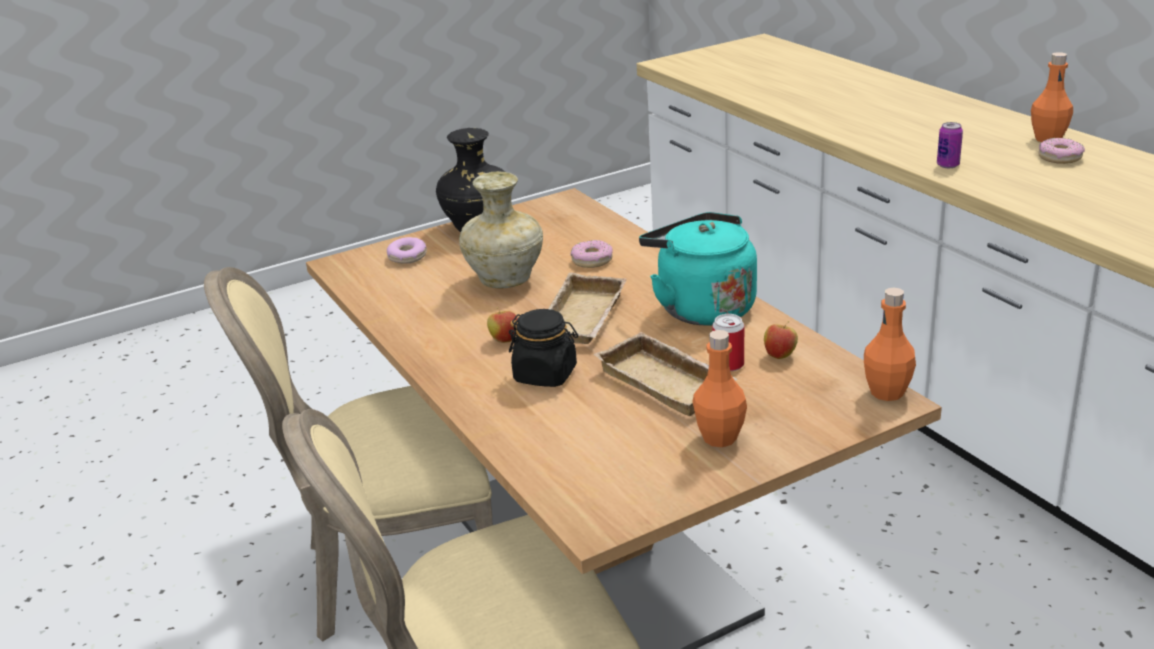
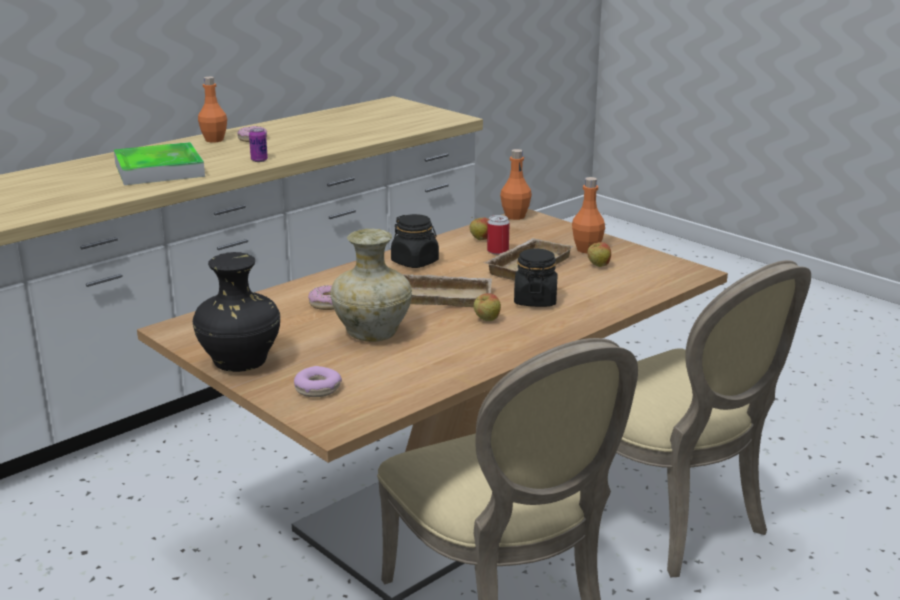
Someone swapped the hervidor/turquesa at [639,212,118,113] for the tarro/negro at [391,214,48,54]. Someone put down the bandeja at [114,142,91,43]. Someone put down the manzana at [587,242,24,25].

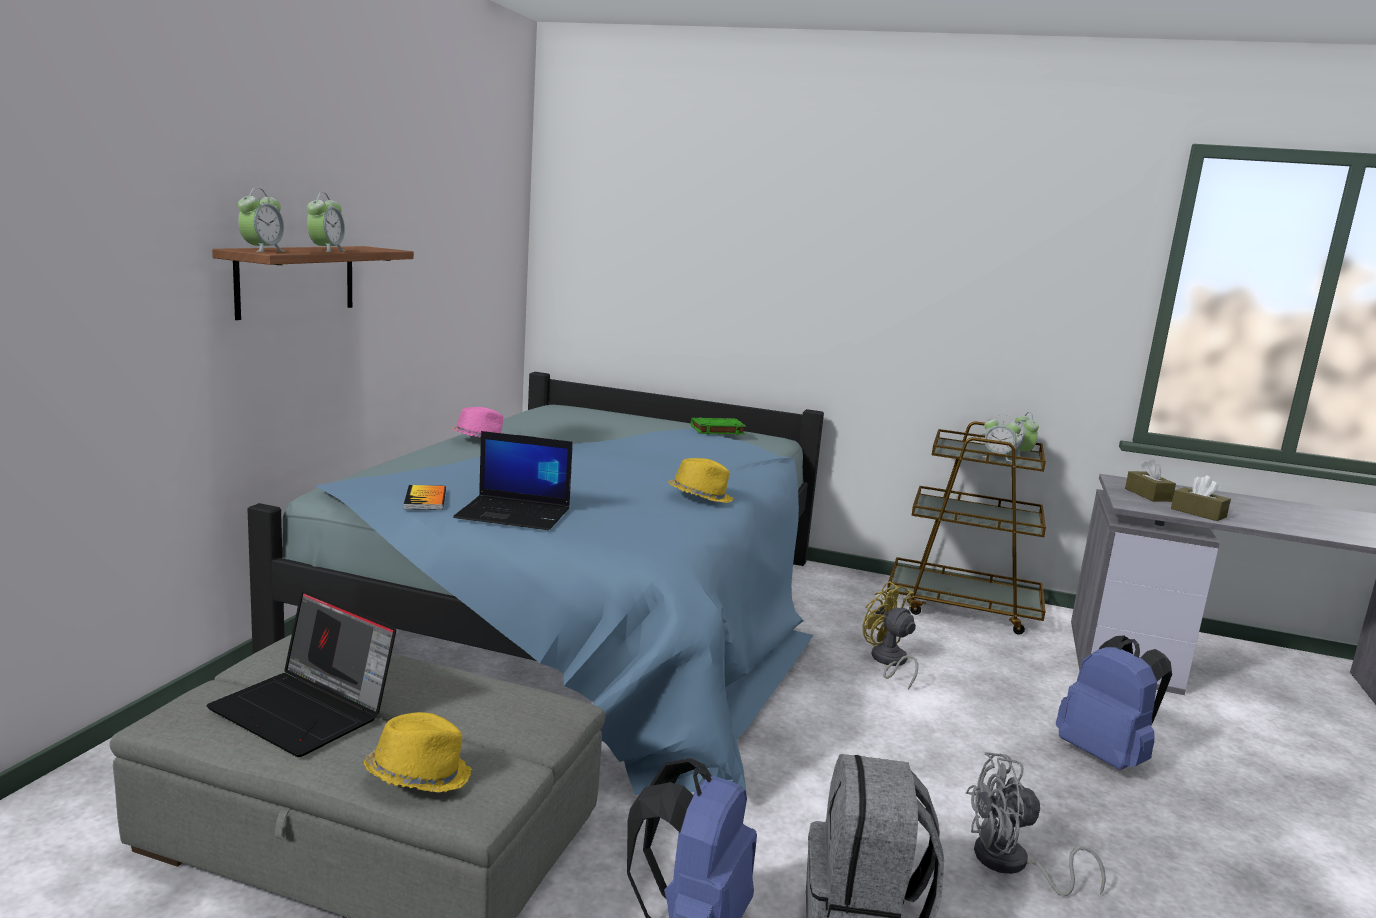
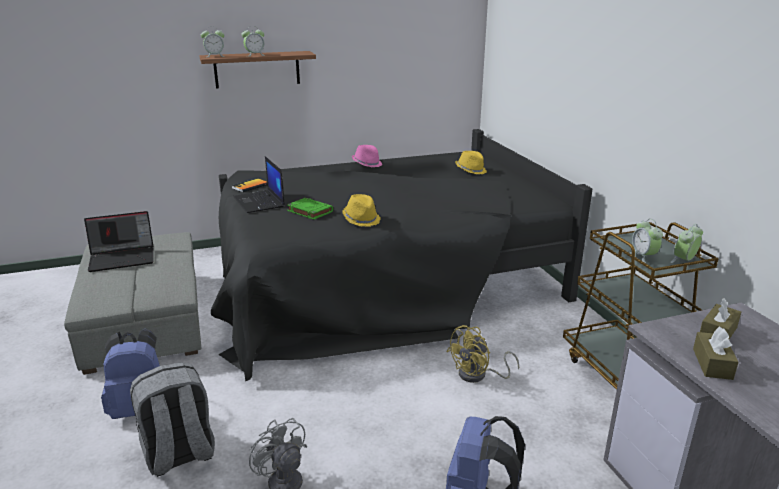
Someone rotated the portátil at [206,590,190,167] by 105 degrees counterclockwise. Someone repainted the cama/azul at [247,372,577,423], which became the cama/negro at [211,129,381,252]. Someone carried the sombrero/amarillo from [364,712,108,80] to [455,151,32,23]. Someone carried the libro/verde from [691,417,55,18] to [287,198,46,22]. Someone rotated the ventilador/amarillo at [863,581,55,109] by 150 degrees counterclockwise.

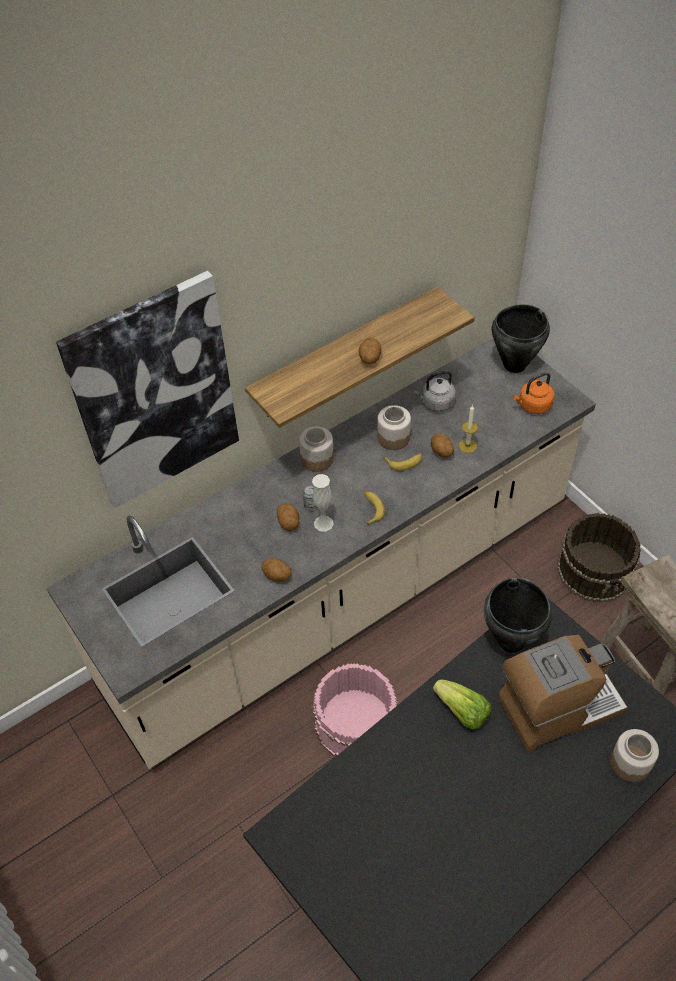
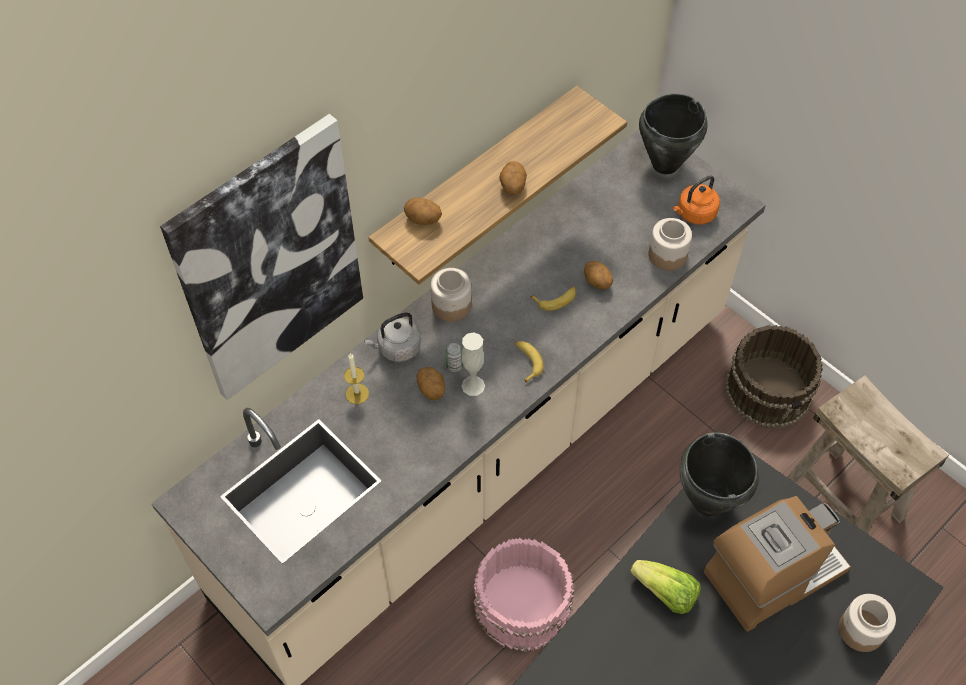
Someone carried the patata from [261,558,31,23] to [404,198,38,27]. Someone carried the tarro from [377,405,34,45] to [648,218,44,53]. Someone carried the hervidor/gris from [413,371,43,41] to [364,313,57,49]. Someone carried the vela from [459,405,19,48] to [344,353,25,51].

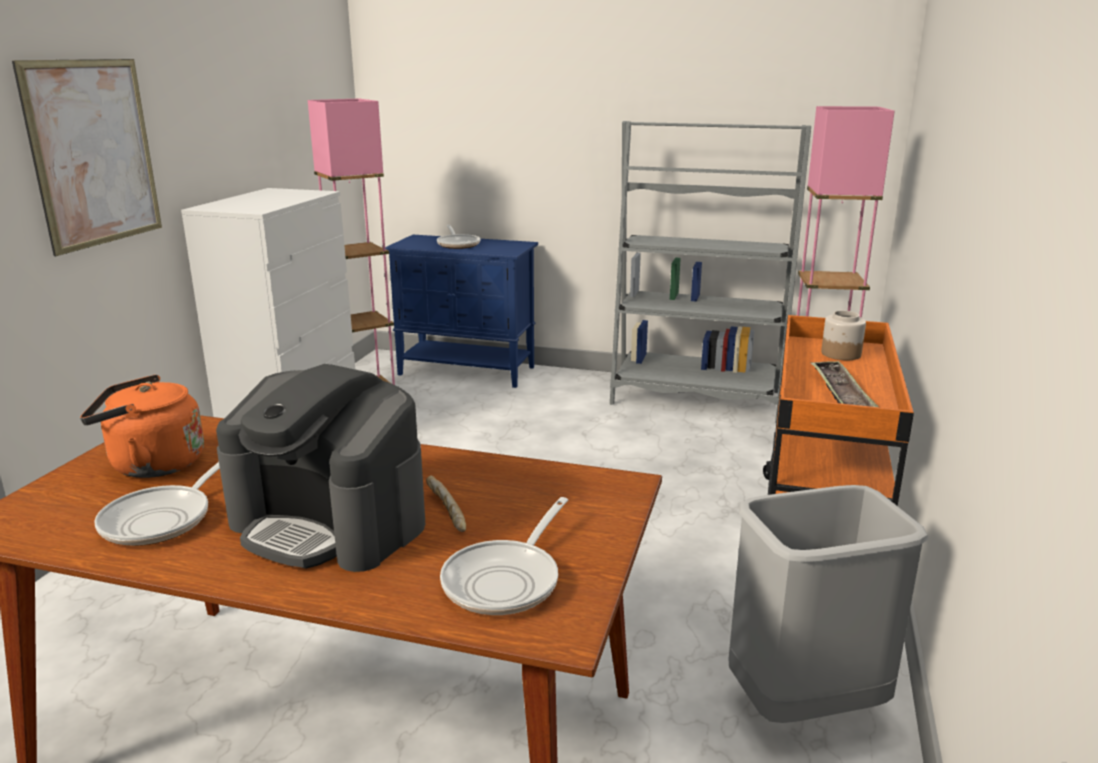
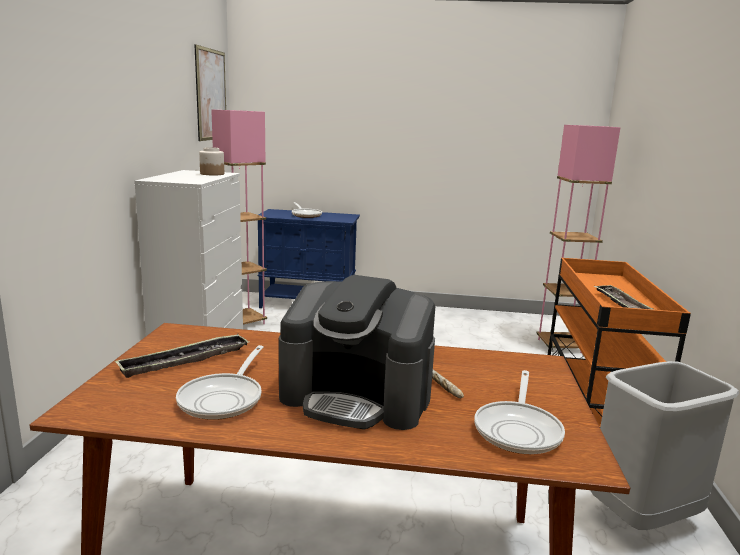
Someone carried the cuadro from [12,59,150,197] to [194,44,32,97]. Someone swapped the hervidor/naranja at [80,375,124,103] for the bandeja at [115,334,135,44]. Someone took away the estantería/gris at [610,121,201,301]. Someone carried the tarro from [821,311,45,49] to [199,147,25,28].

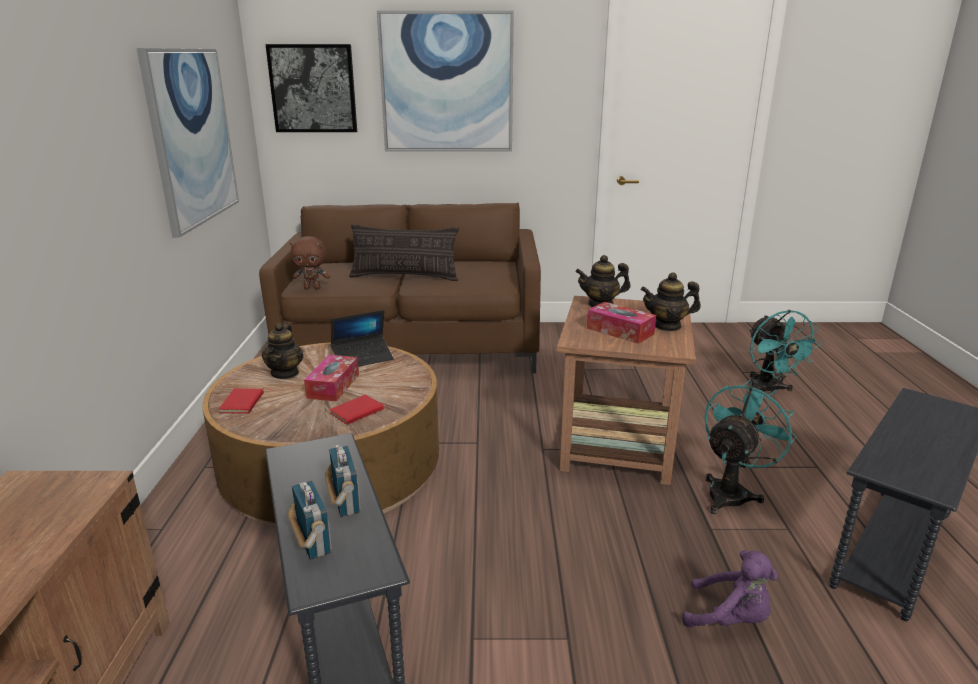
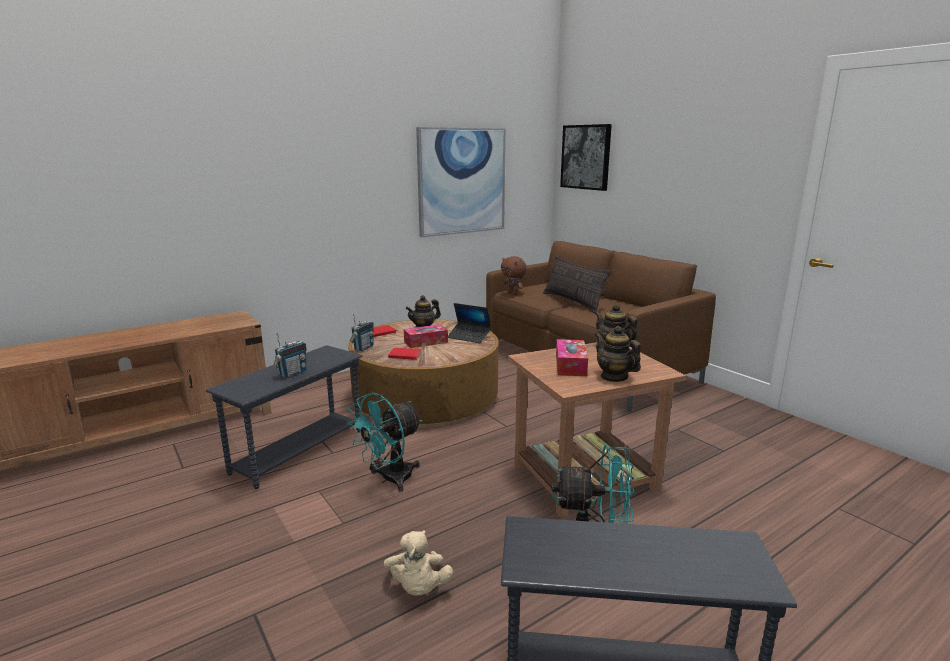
Someone carried the radio from [288,481,44,79] to [350,313,24,38]. Someone took away the cuadro at [377,11,137,141]. Someone repainted the peluche/morado at [682,550,96,77], which became the peluche/beis at [384,530,69,65]. Someone carried the ventilador/turquesa from [749,310,73,84] to [347,393,75,99].

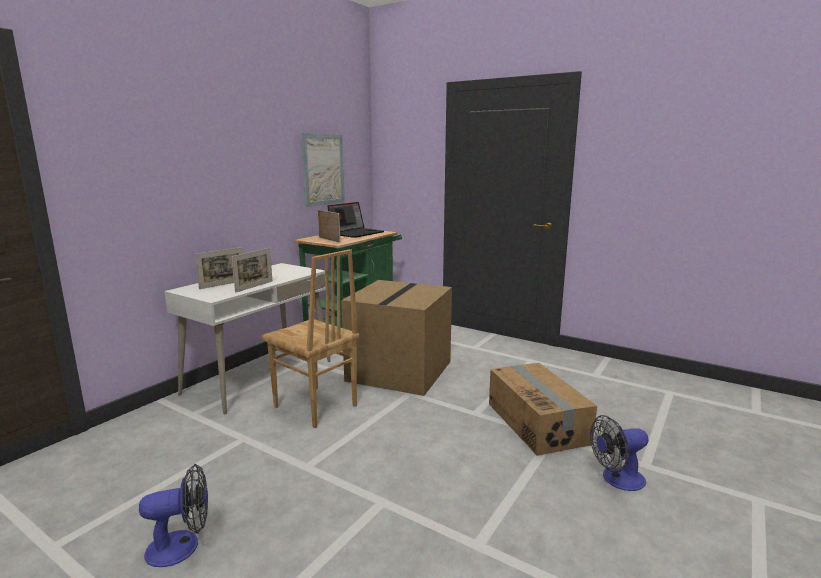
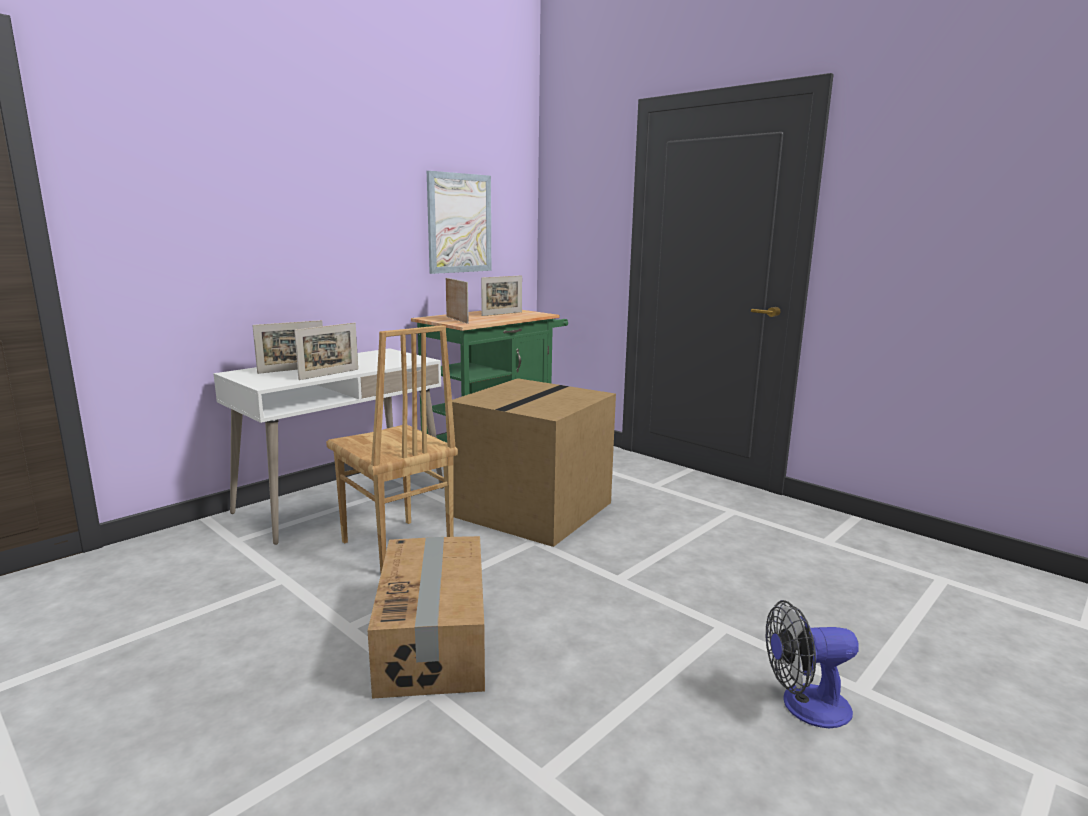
Someone took away the ventilador at [139,464,69,103]. Someone swapped the portátil at [327,202,57,36] for the portarretratos at [481,275,41,41]. Someone carried the caja de cartón from [489,363,108,93] to [368,536,117,163].

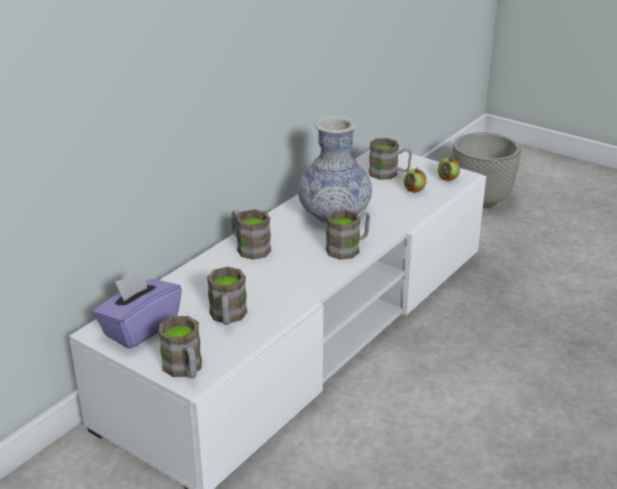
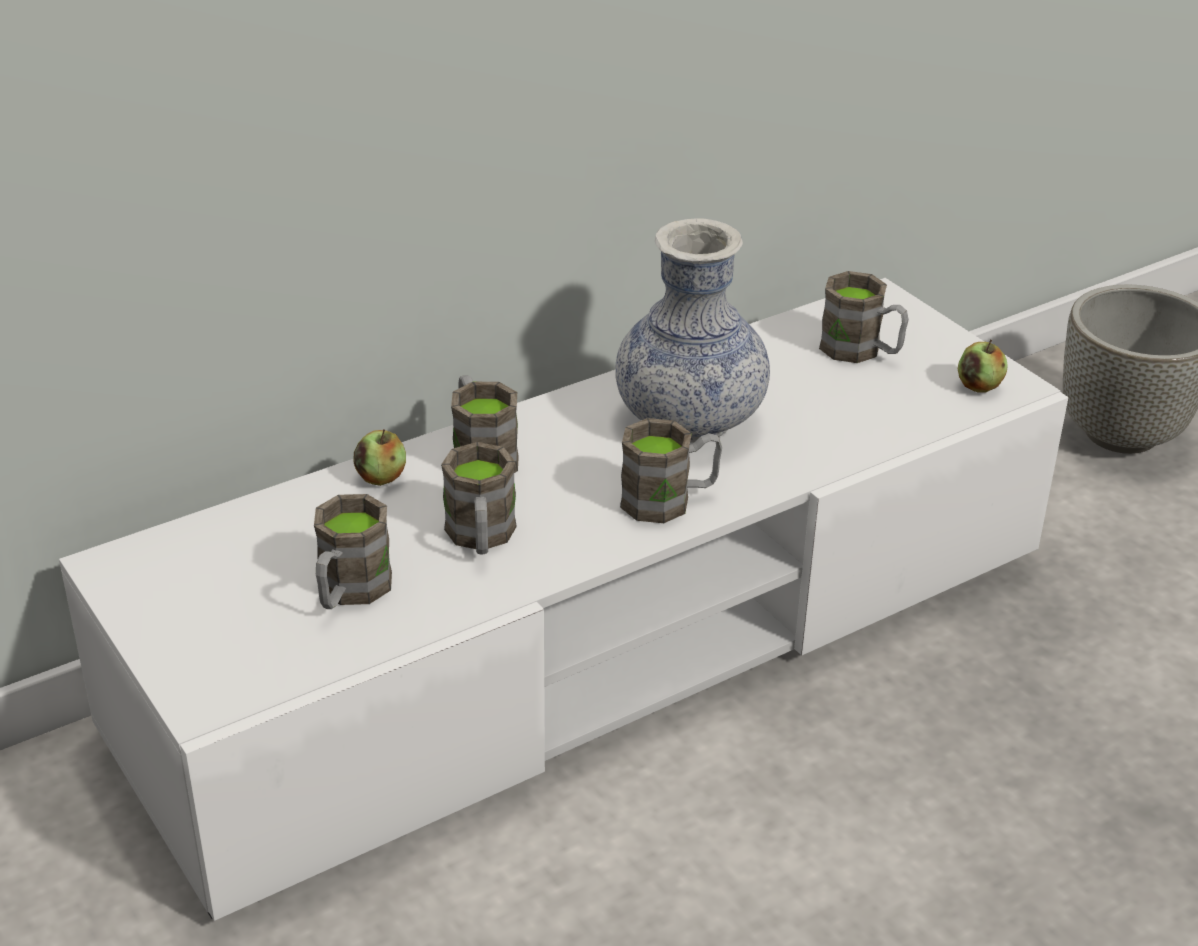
Someone took away the caja de pañuelos/morado at [93,268,89,81]. Someone carried the taza grande/marrón from [158,316,44,63] to [441,442,76,113]. Someone carried the manzana from [404,167,23,26] to [353,429,53,57].

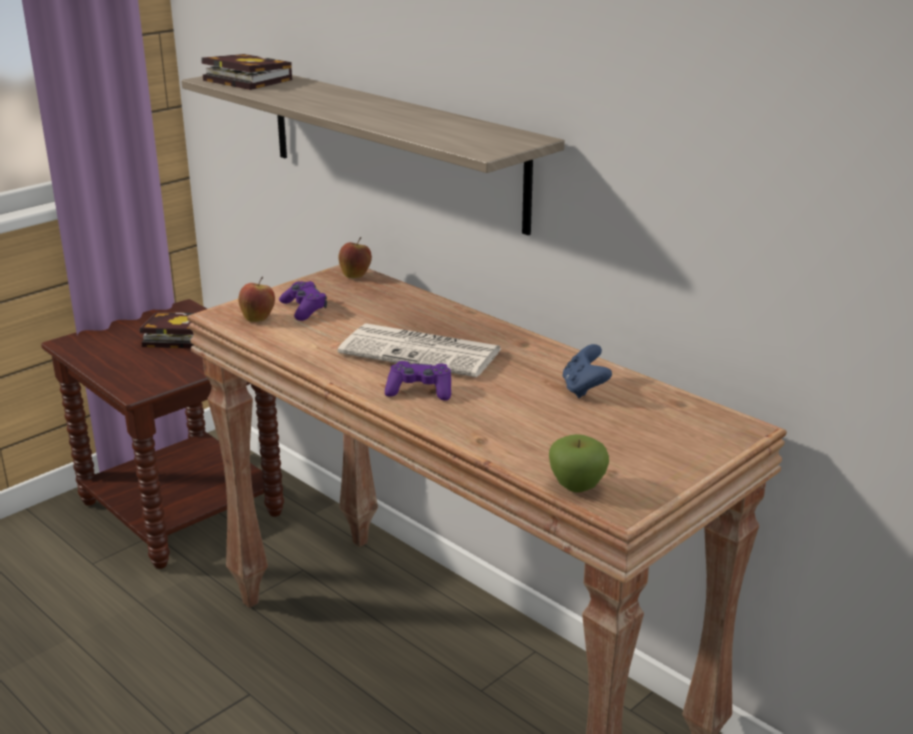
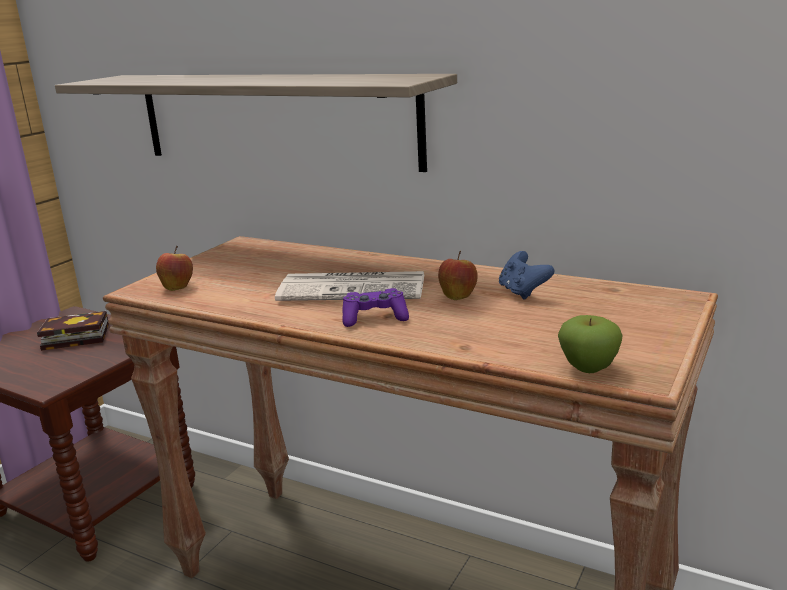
Someone took away the libro at [201,54,91,36]. Someone took away the mando de consola/morado at [279,281,48,40]. Someone carried the manzana from [338,237,34,41] to [438,251,40,49].

